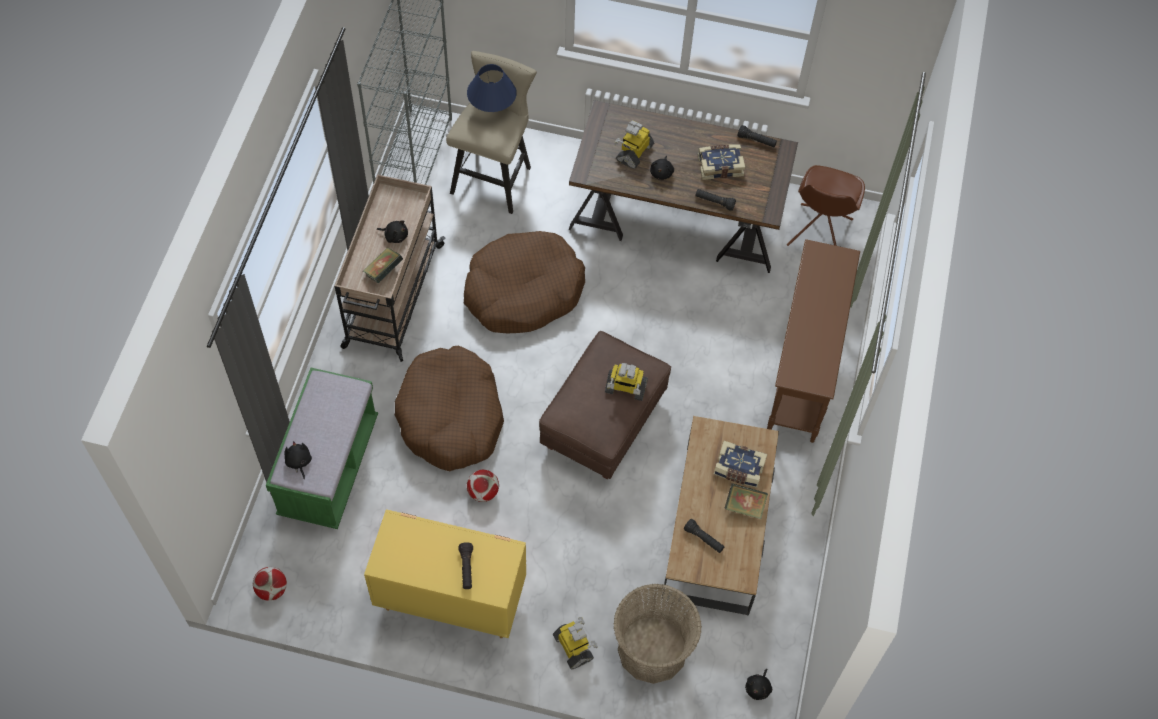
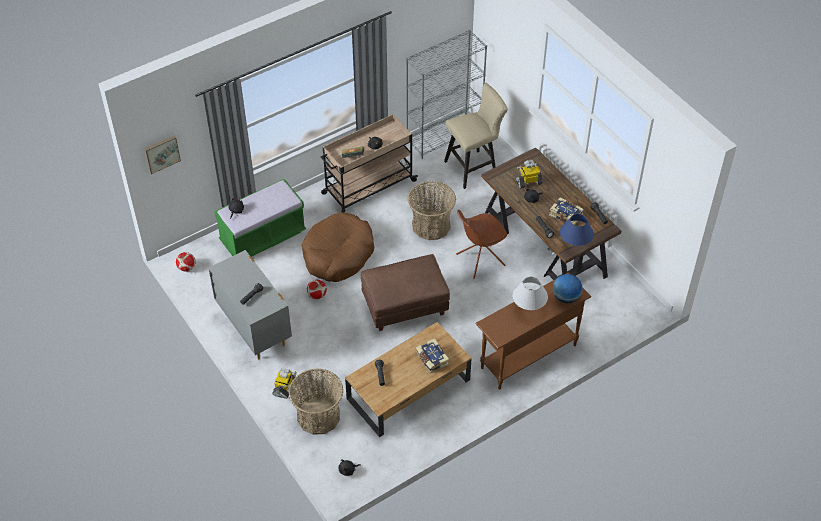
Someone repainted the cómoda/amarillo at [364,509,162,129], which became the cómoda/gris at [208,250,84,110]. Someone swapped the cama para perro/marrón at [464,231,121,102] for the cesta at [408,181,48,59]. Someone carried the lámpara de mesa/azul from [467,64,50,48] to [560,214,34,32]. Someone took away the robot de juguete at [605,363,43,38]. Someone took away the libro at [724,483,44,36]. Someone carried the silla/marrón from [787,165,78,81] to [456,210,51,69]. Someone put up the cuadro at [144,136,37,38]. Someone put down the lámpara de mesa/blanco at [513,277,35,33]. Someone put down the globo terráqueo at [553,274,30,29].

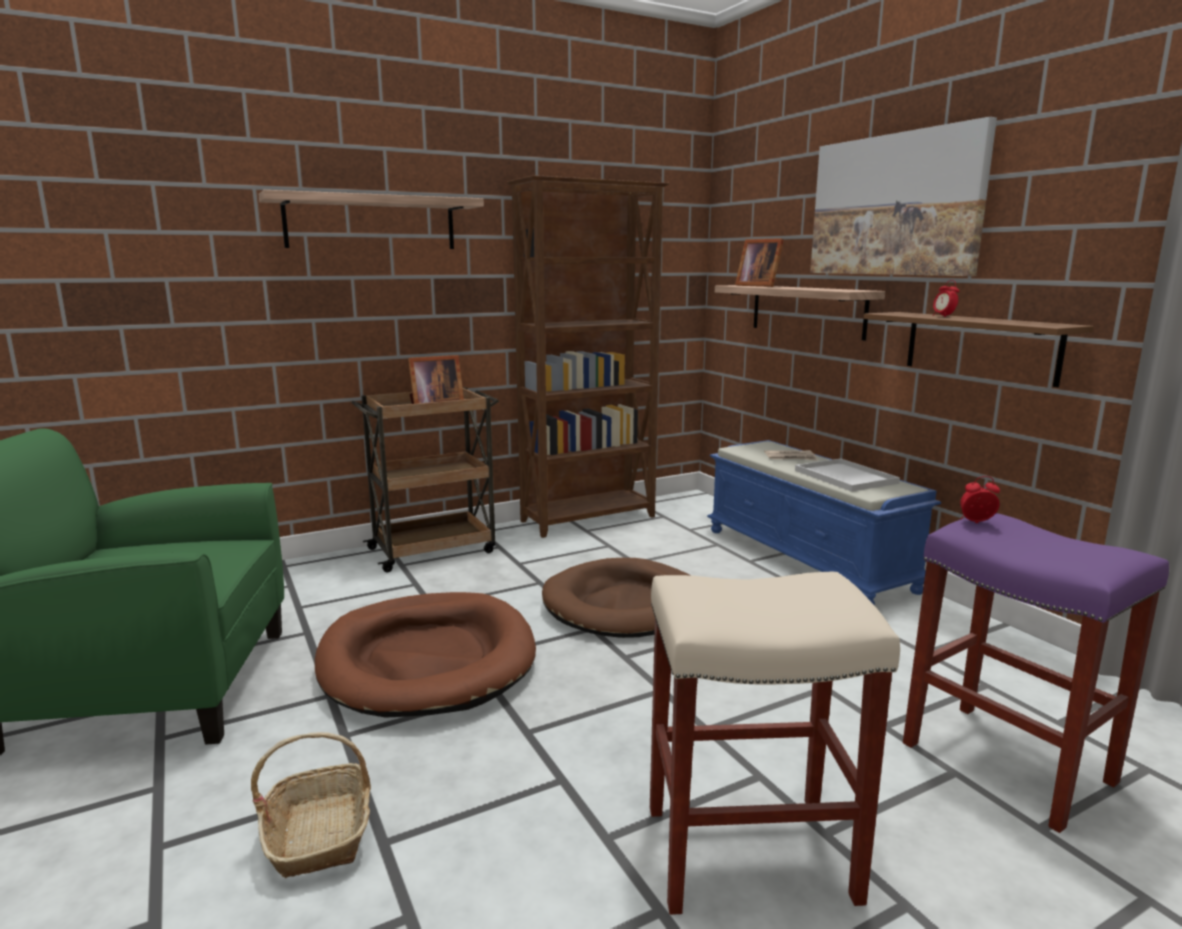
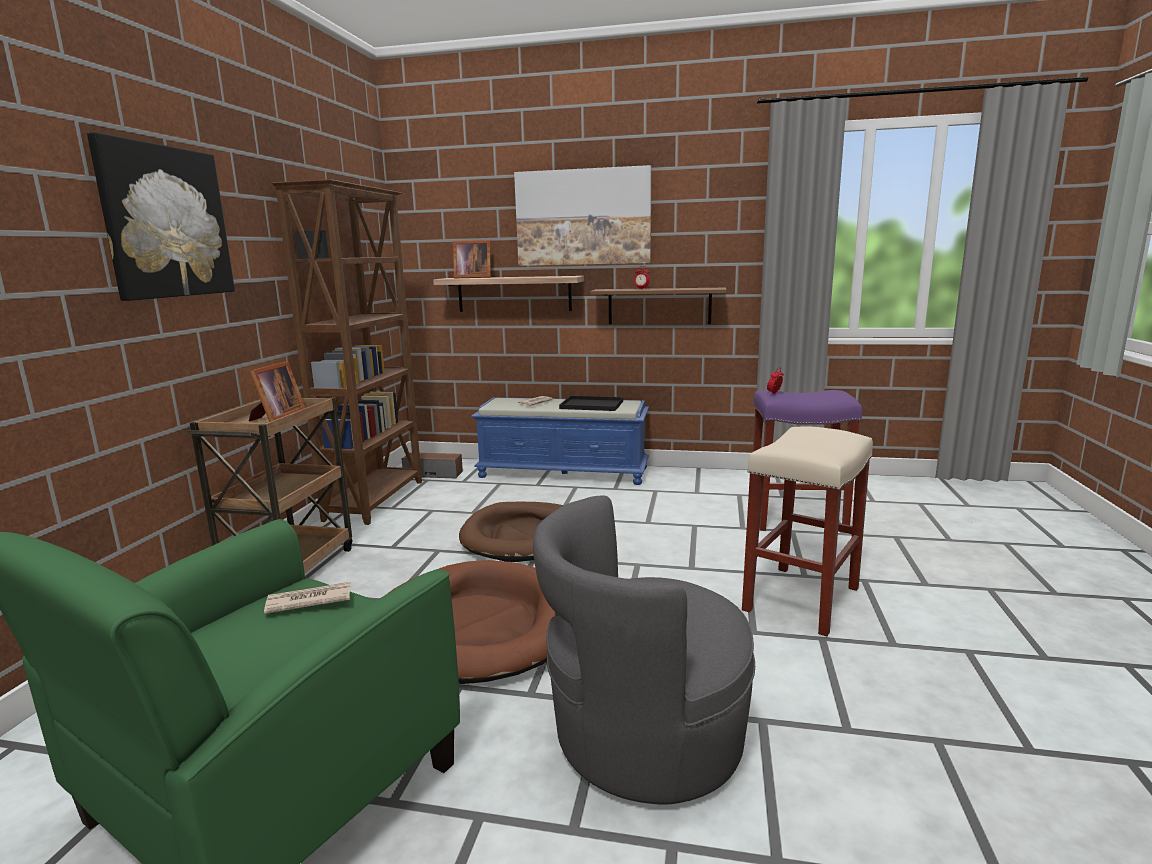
Someone swapped the cesta at [251,732,120,146] for the sillón/gris at [533,495,222,310]. Someone swapped the estante at [259,190,225,59] for the cuadro at [87,132,148,169]. Someone repainted the bandeja/blanco at [795,458,105,34], which became the bandeja/negro at [559,396,64,15]. Someone put down the periódico at [264,582,87,32]. Someone put down the altavoz at [402,452,61,26].

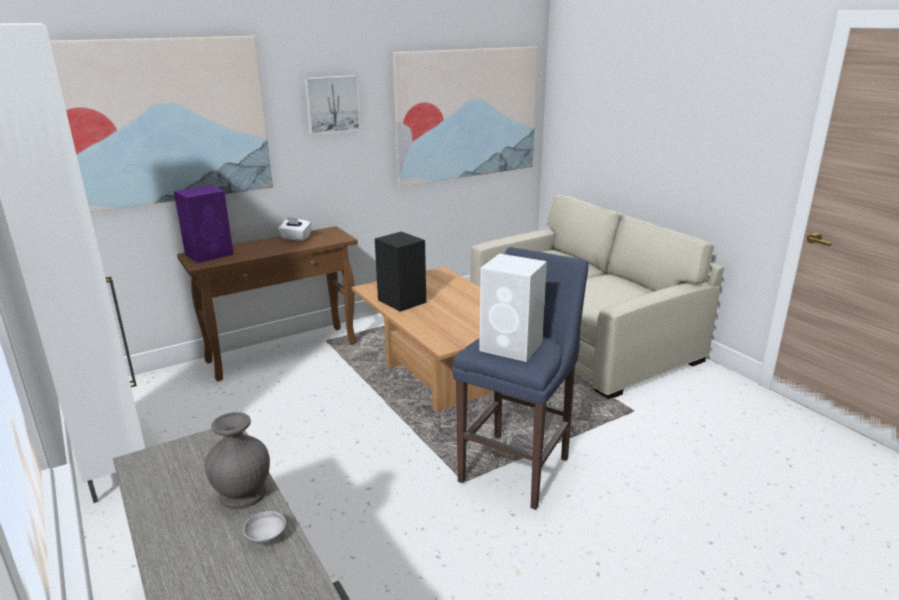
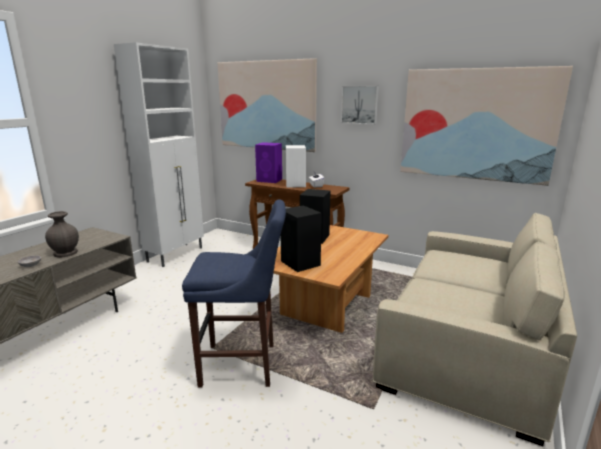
Someone carried the altavoz/blanco from [479,254,68,108] to [286,145,20,42]. Someone put down the altavoz/negro at [281,205,41,67].

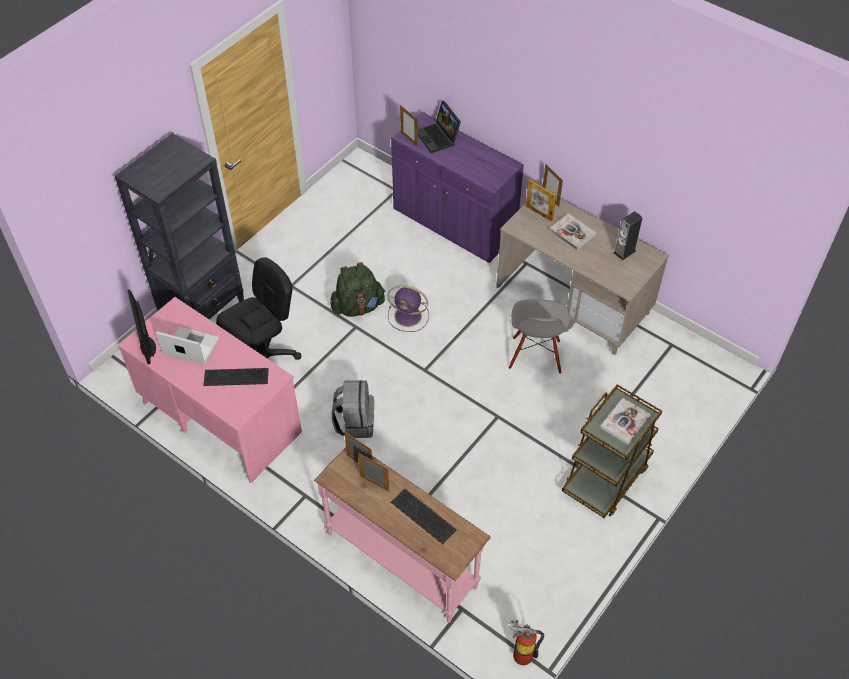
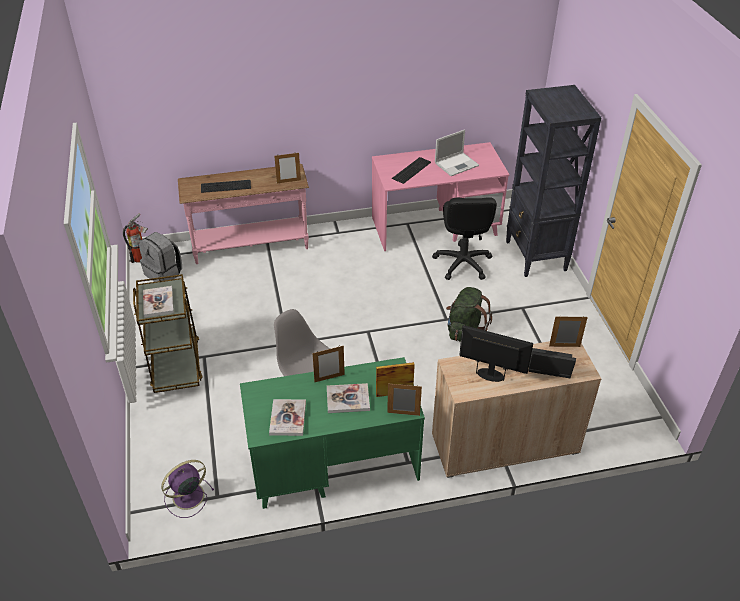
Someone carried the monitor from [127,290,29,74] to [459,325,74,57]. Someone carried the mochila/gris from [332,380,42,58] to [139,232,43,50]. Someone carried the portarretratos from [358,453,31,39] to [312,346,33,36]. Someone carried the ventilador/morado from [387,285,42,47] to [161,460,53,58]. Someone repainted the armario/morado at [391,112,133,151], which became the armario/beis at [432,341,169,137]. Someone repainted the escritorio/beis at [496,198,173,157], which became the escritorio/verde at [240,357,185,152]. Someone swapped the altavoz at [614,211,28,50] for the libro at [269,399,37,37].

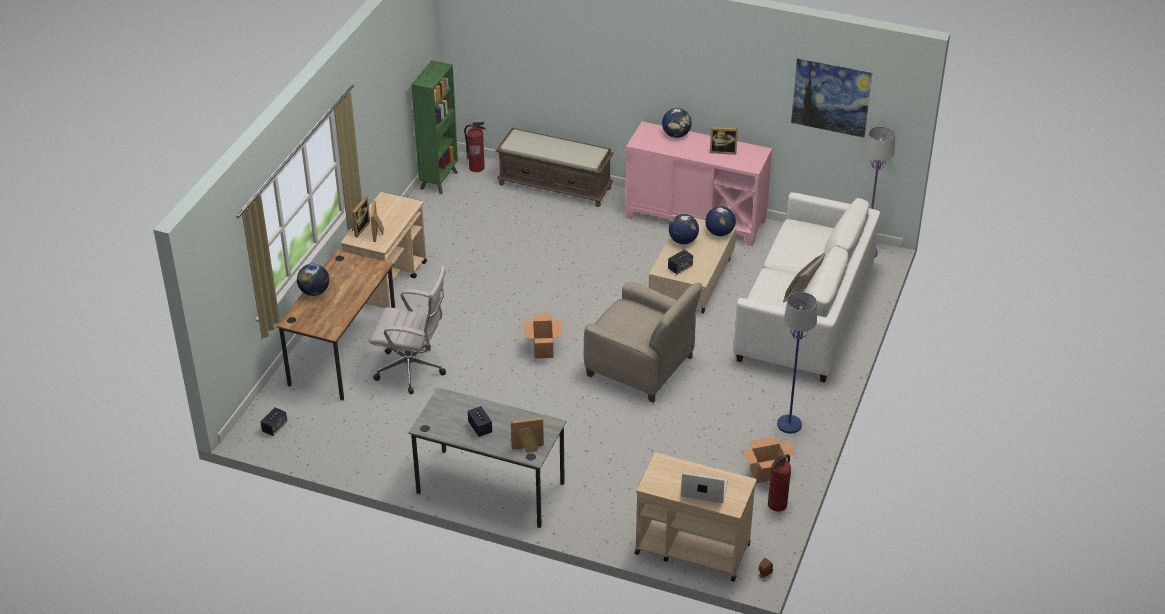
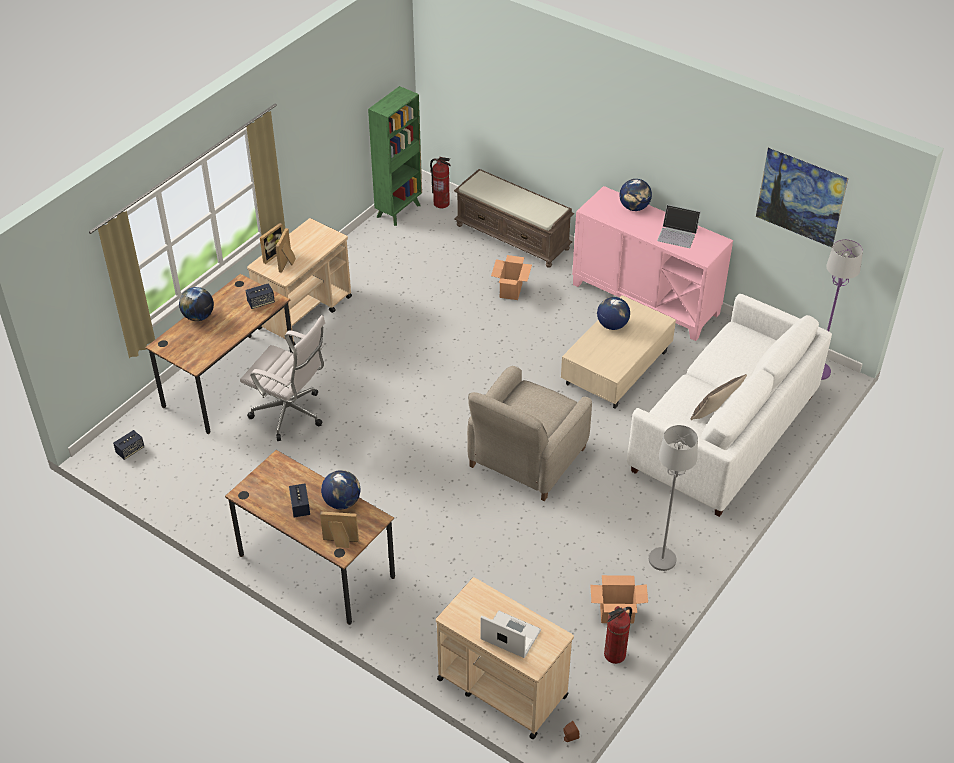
Someone repainted the escritorio/gris at [408,387,158,141], which became the escritorio/marrón at [225,450,170,175]. Someone carried the caja de cartón from [524,314,38,45] to [491,255,41,45]. Someone rotated the sillón/beis at [584,282,118,121] by 75 degrees clockwise. Someone carried the altavoz from [668,250,25,24] to [246,283,29,26]. Someone carried the globo terráqueo from [705,206,31,30] to [321,470,39,39]. Someone swapped the portarretratos at [710,127,28,27] for the portátil at [657,205,43,43]. Someone repainted the lámpara de pie/azul at [777,292,40,142], which became the lámpara de pie/gris at [649,425,49,146].

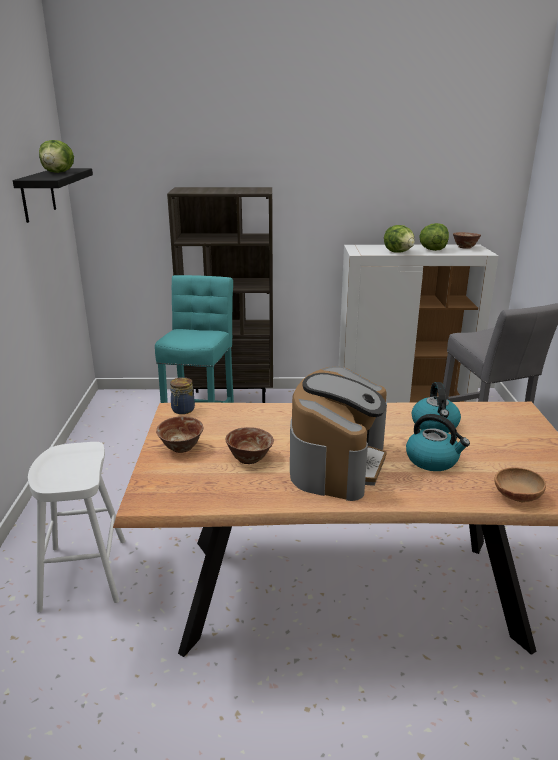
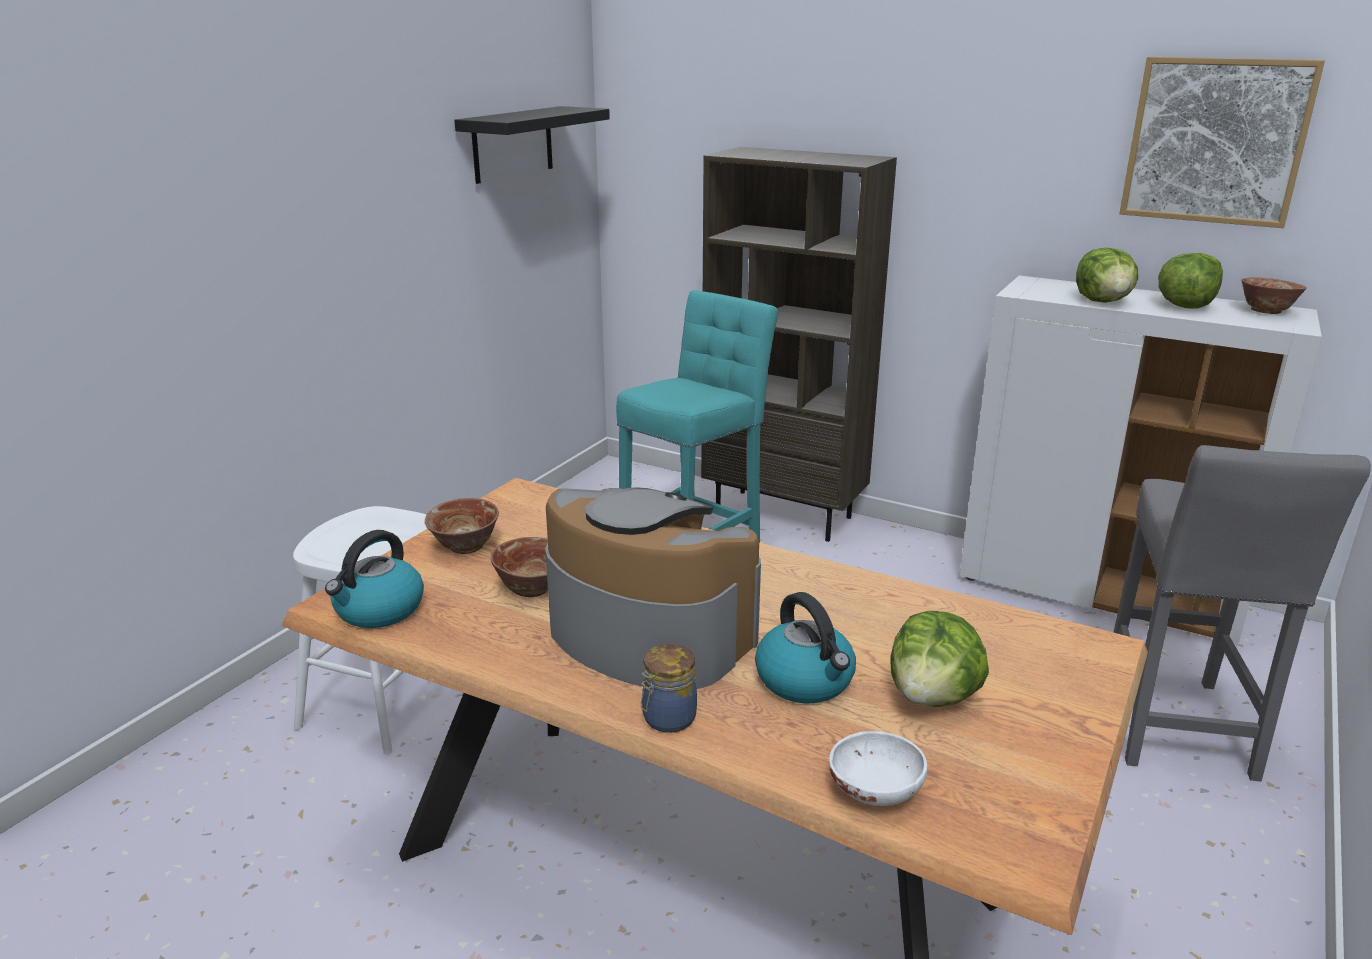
Someone carried the lechuga from [39,140,35,33] to [890,611,99,96]. Someone carried the tarro from [170,377,25,37] to [641,644,56,89]. Someone rotated the cafetera at [290,366,97,135] by 105 degrees counterclockwise. Someone carried the hervidor from [412,382,49,51] to [325,530,99,98]. Someone repainted the cuenco/marrón at [494,467,52,36], which became the cuenco/blanco at [829,731,98,75]. Someone put up the cuadro at [1119,57,206,171].

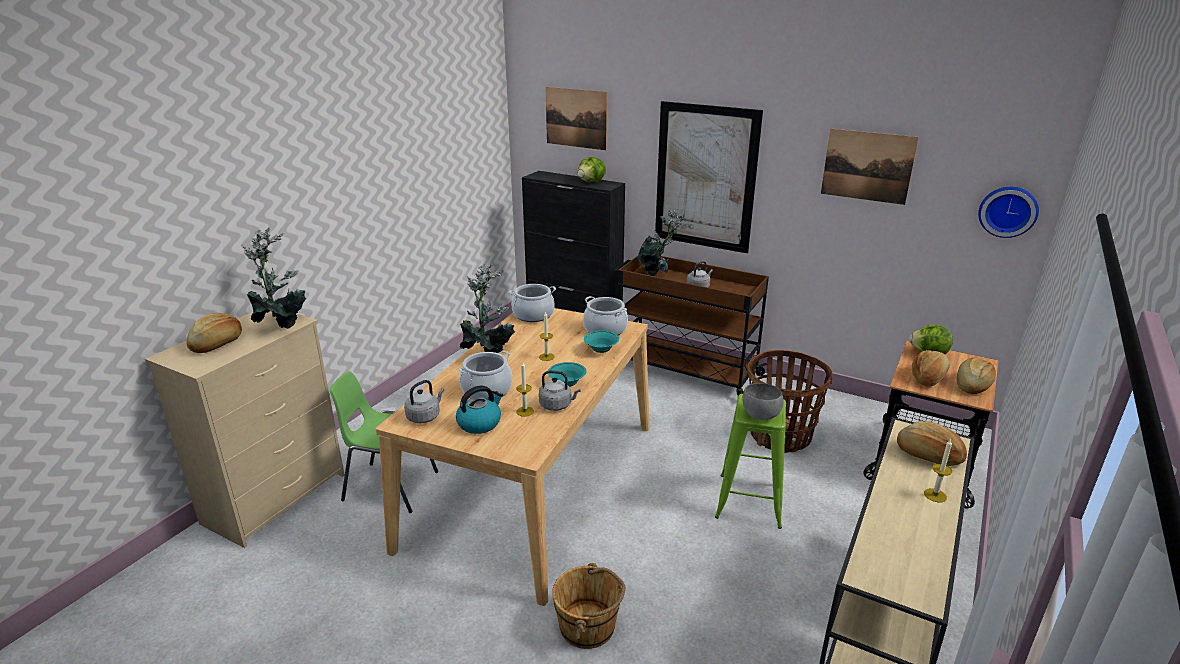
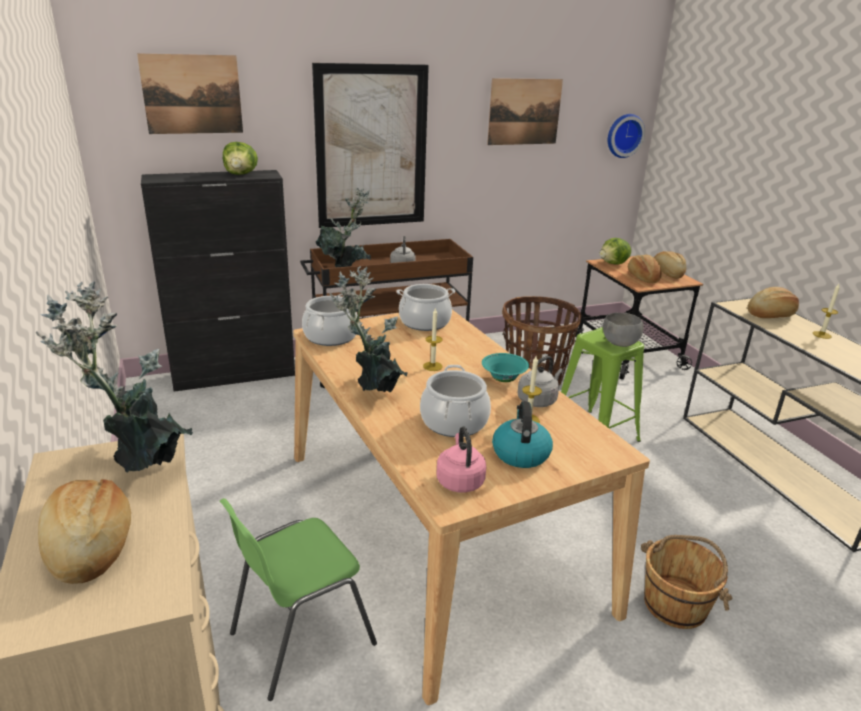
Someone repainted the hervidor/gris at [404,380,41,43], which became the hervidor/rosa at [437,426,49,67]. Someone took away the cuenco/turquesa at [584,331,35,22].

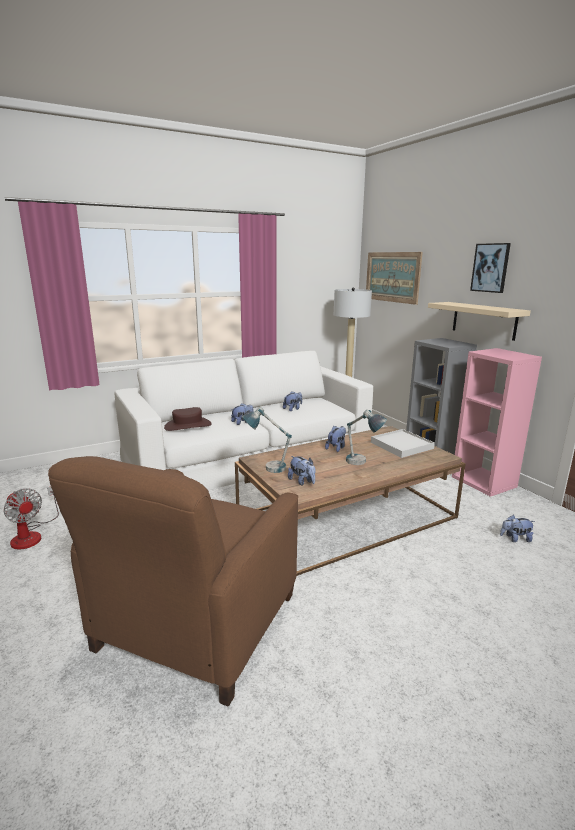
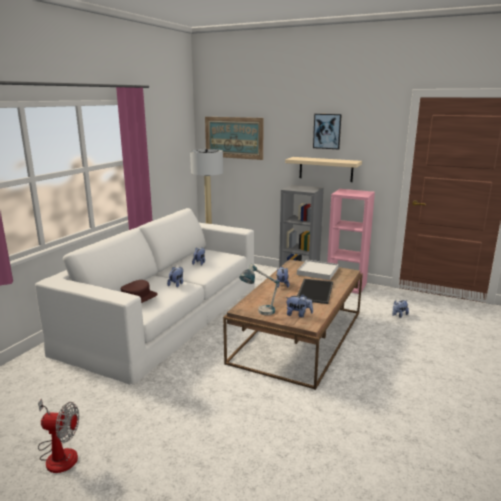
Someone took away the sillón/marrón at [48,456,250,251]. Someone swapped the lámpara de mesa at [346,410,41,55] for the bandeja at [297,279,36,25].

